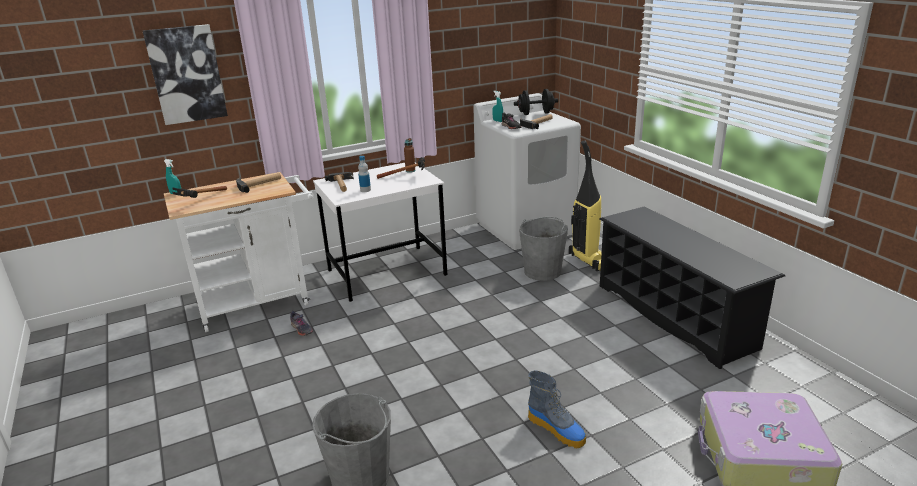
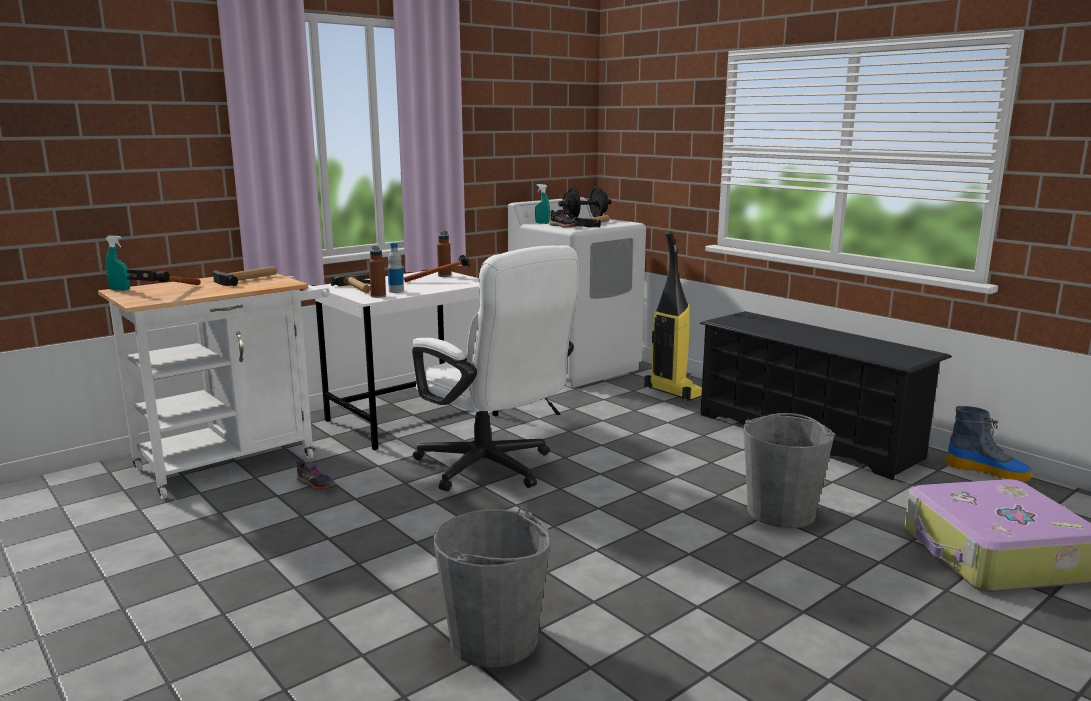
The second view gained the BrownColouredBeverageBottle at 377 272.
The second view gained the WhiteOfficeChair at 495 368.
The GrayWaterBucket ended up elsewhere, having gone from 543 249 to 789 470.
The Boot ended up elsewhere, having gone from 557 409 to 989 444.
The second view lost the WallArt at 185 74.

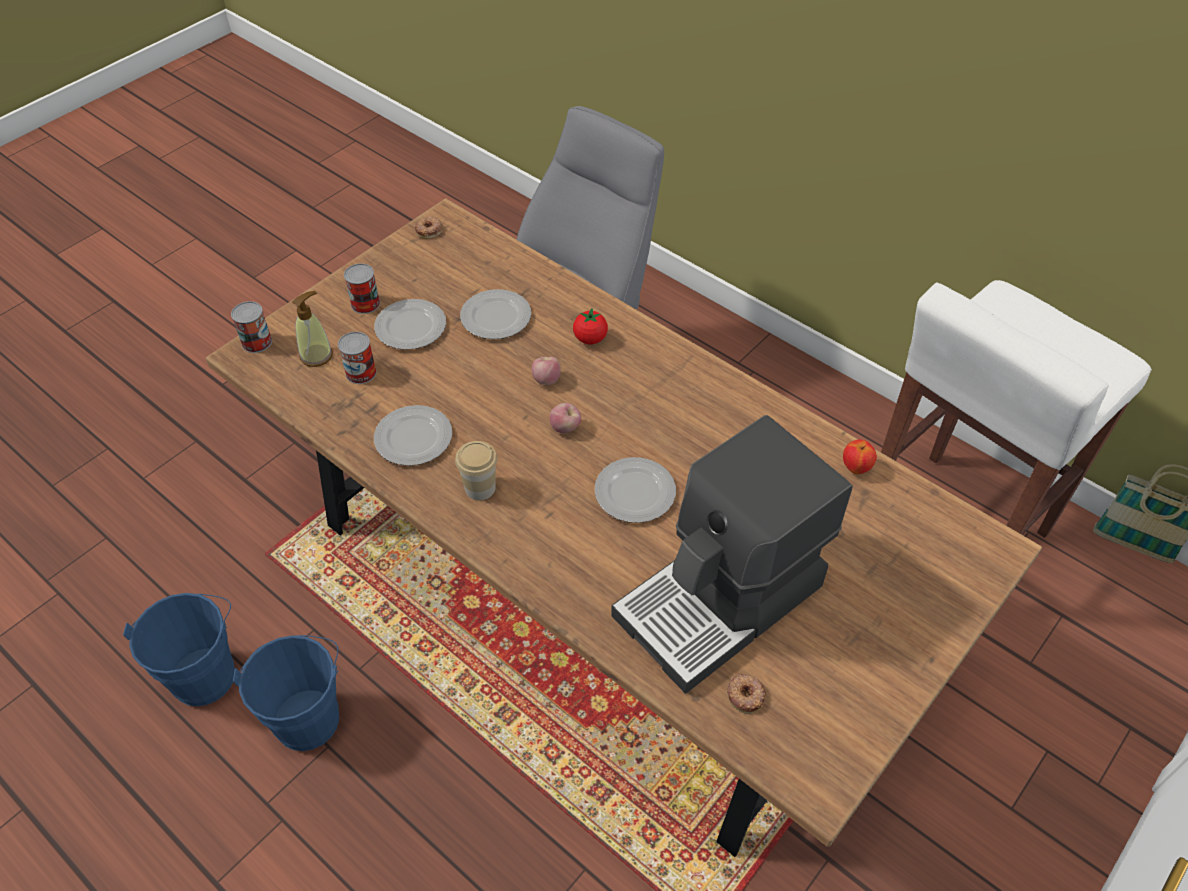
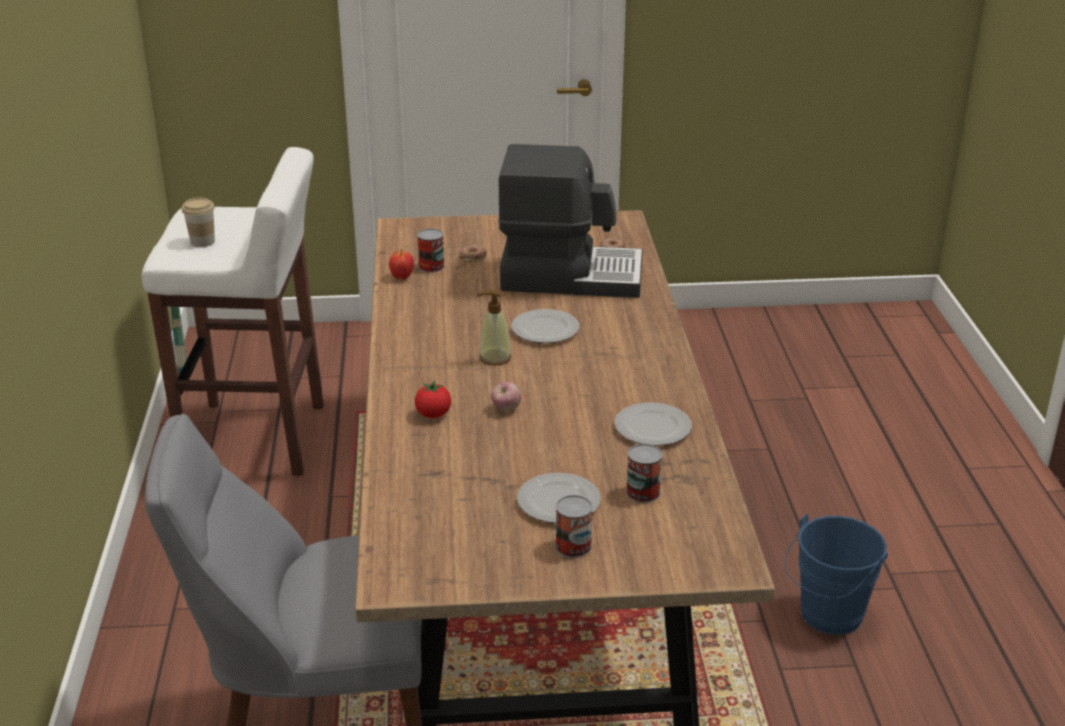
The SmallCup ended up elsewhere, having gone from 476 470 to 198 222.
The Can ended up elsewhere, having gone from 251 327 to 431 250.
The Doughnut ended up elsewhere, having gone from 429 228 to 473 253.
The LiquidSoapBottle ended up elsewhere, having gone from 312 329 to 494 328.
The second view lost the BlueWaterBucket at 179 649.
The second view lost the FlatDish at 495 314.
The second view lost the AppleFruit at 565 418.

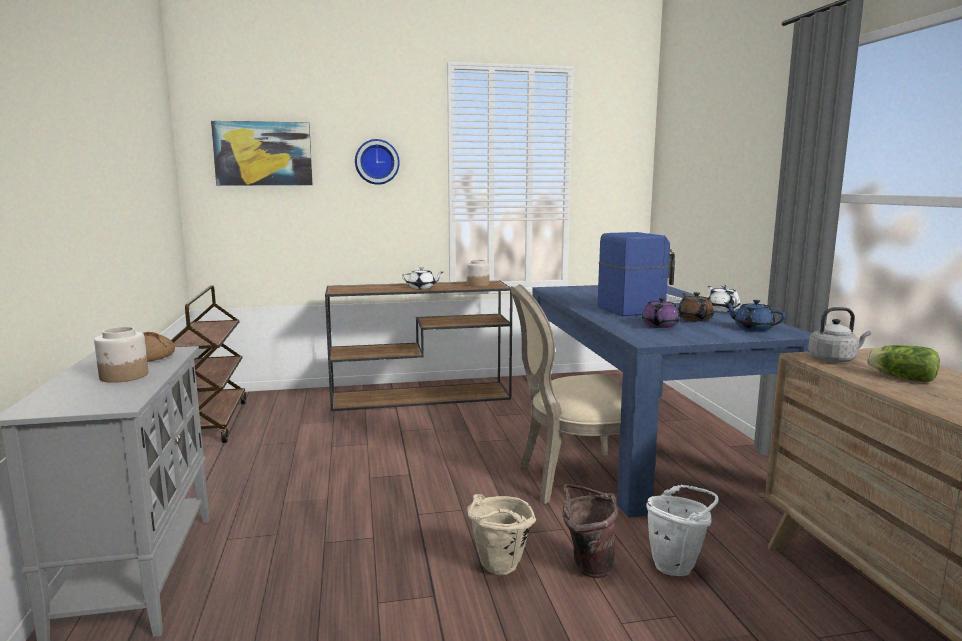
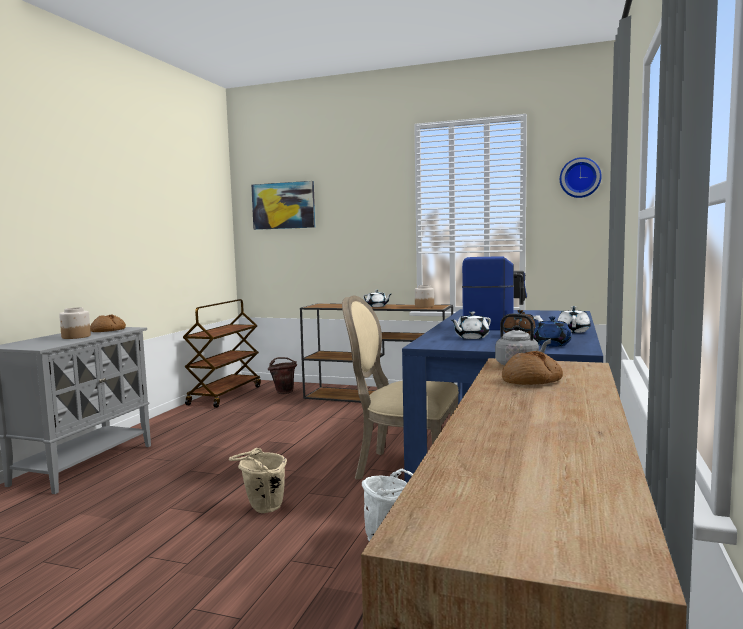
The BrownColouredWaterBucket ended up elsewhere, having gone from 590 531 to 282 375.
What was the PurplishTeaPot at 661 312 turned into the WhiteTeaPot at 471 325.
Where the HeadOfLettuce stood at 903 364, the BakedBread came to stand at 532 368.
The HangingClock ended up elsewhere, having gone from 377 162 to 581 177.

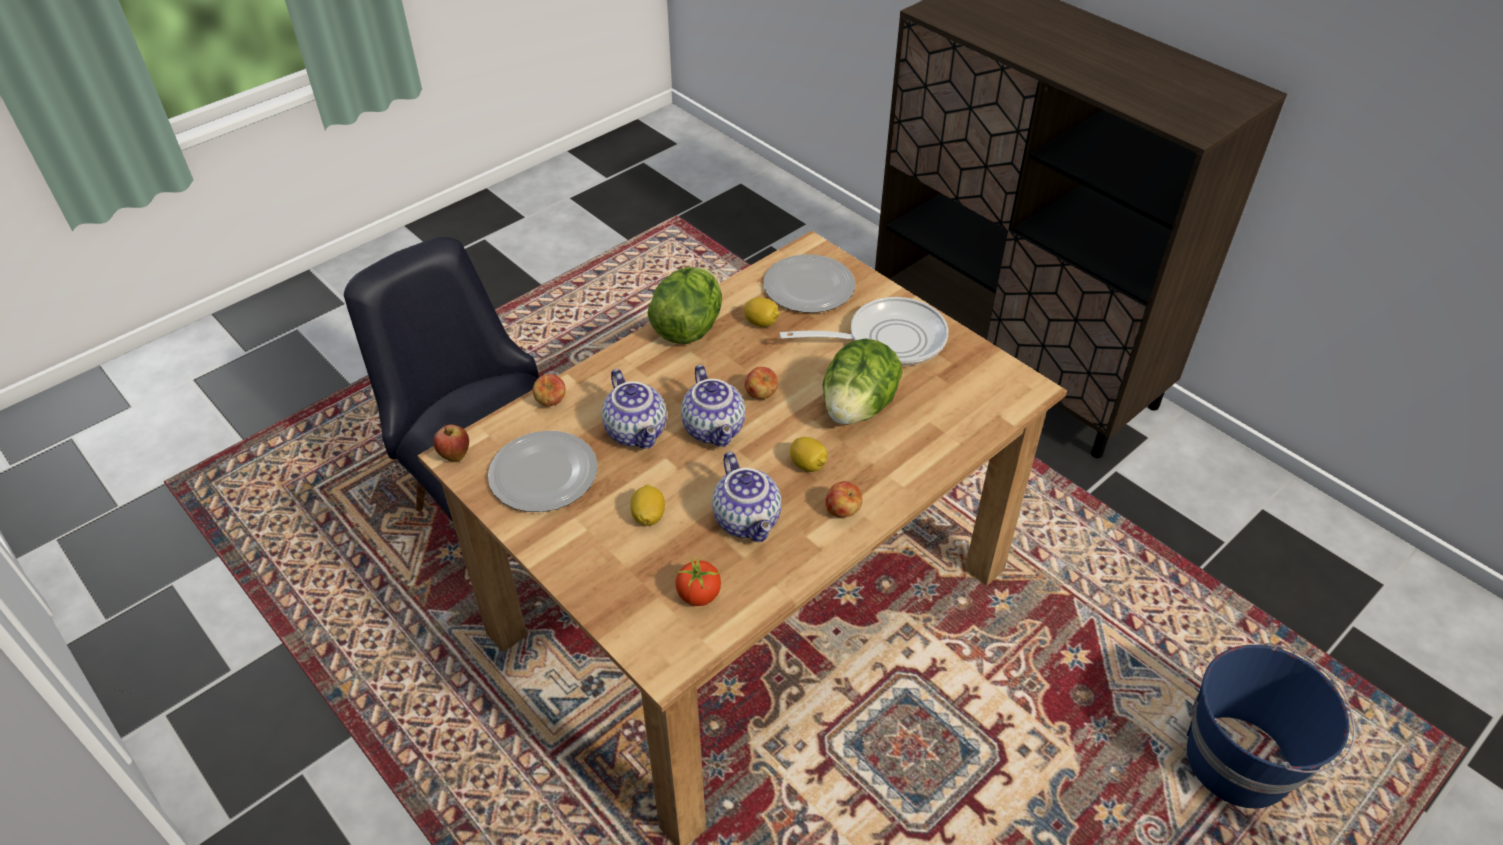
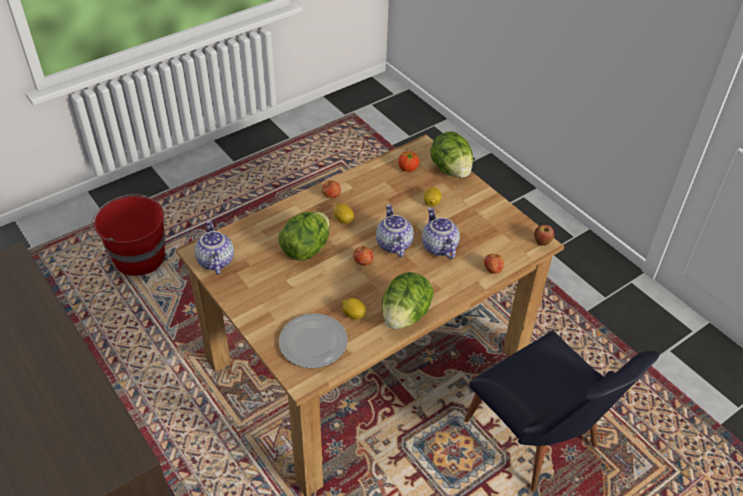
What was the BlueWaterBucket at 1271 725 turned into the RedColouredWaterBucket at 128 235.
The TeaPot ended up elsewhere, having gone from 747 497 to 214 247.
The second view gained the HeadOfLettuce at 452 154.
The second view lost the FlatDish at 543 471.
The second view lost the Skillet at 863 331.

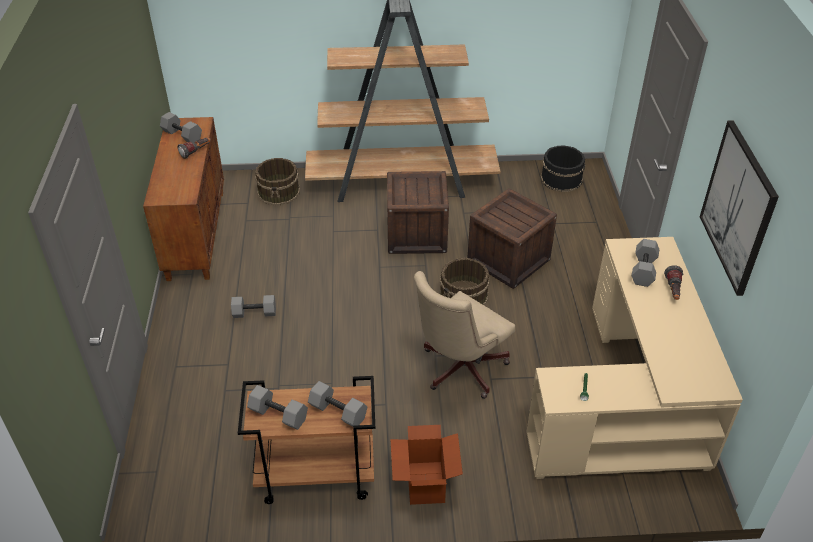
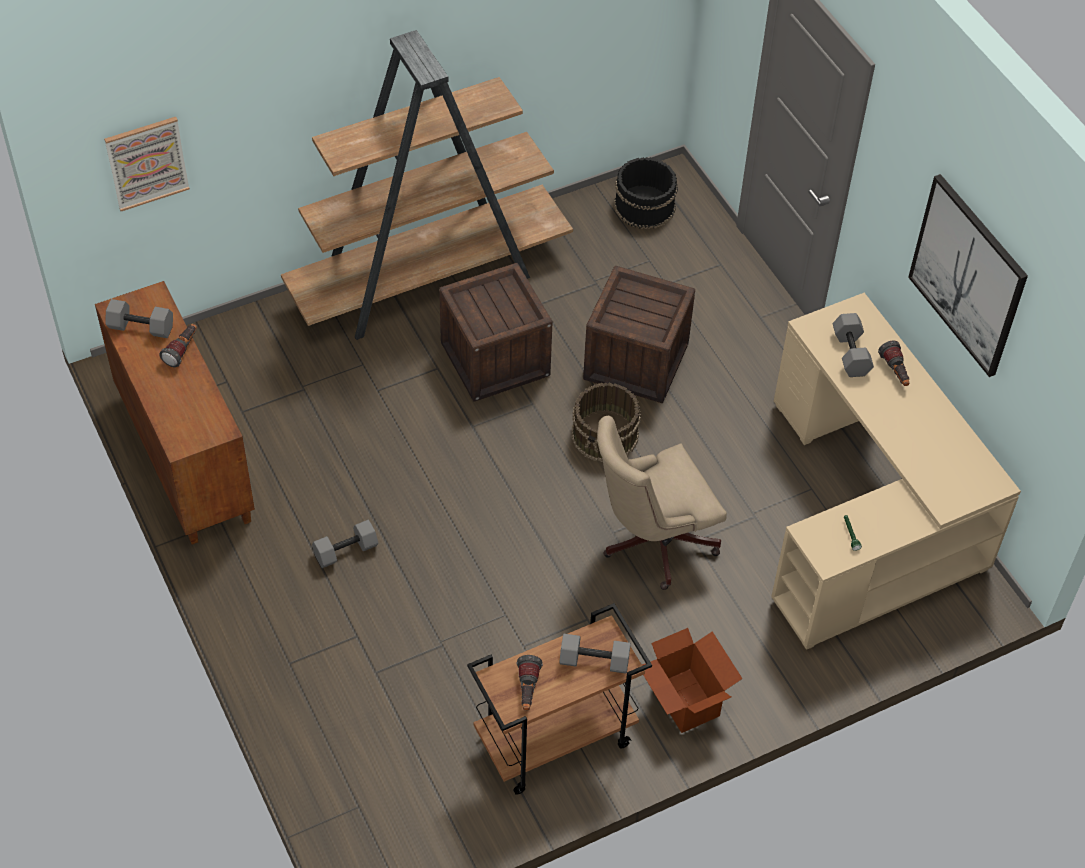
The second view gained the WallArt at 147 164.
Where the GrayHandWeight stood at 277 407, the HandTorch came to stand at 529 682.
The BeigeOfficeChair at 464 335 ended up facing another way, 45 degrees clockwise from before.
The second view lost the BrownColouredWaterBucket at 277 181.

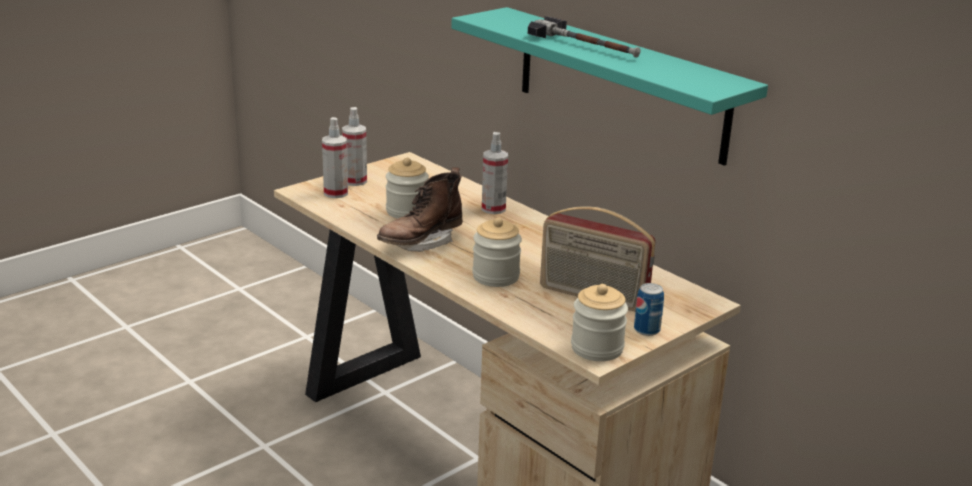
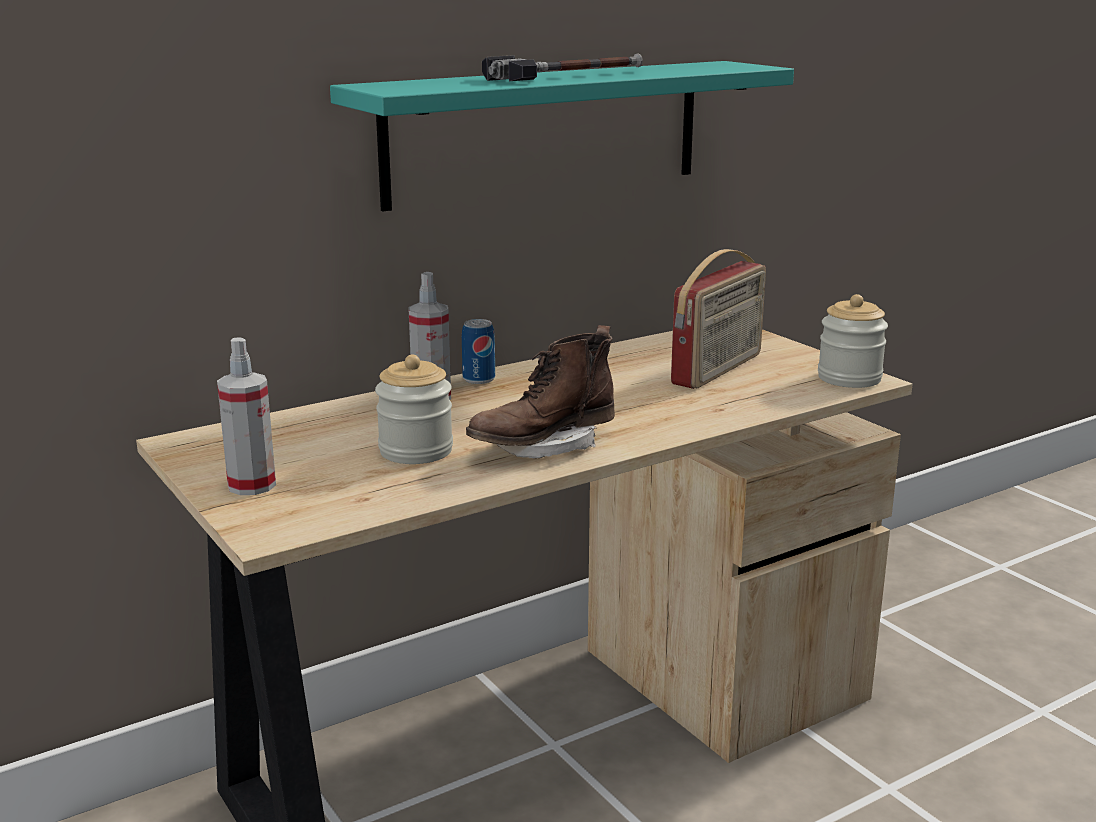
The Can ended up elsewhere, having gone from 649 309 to 478 351.
The BrownColouredBoot at 420 209 ended up facing another way, 90 degrees clockwise from before.
The second view lost the SprayBottle at 335 157.
The second view lost the StorageJar at 497 252.

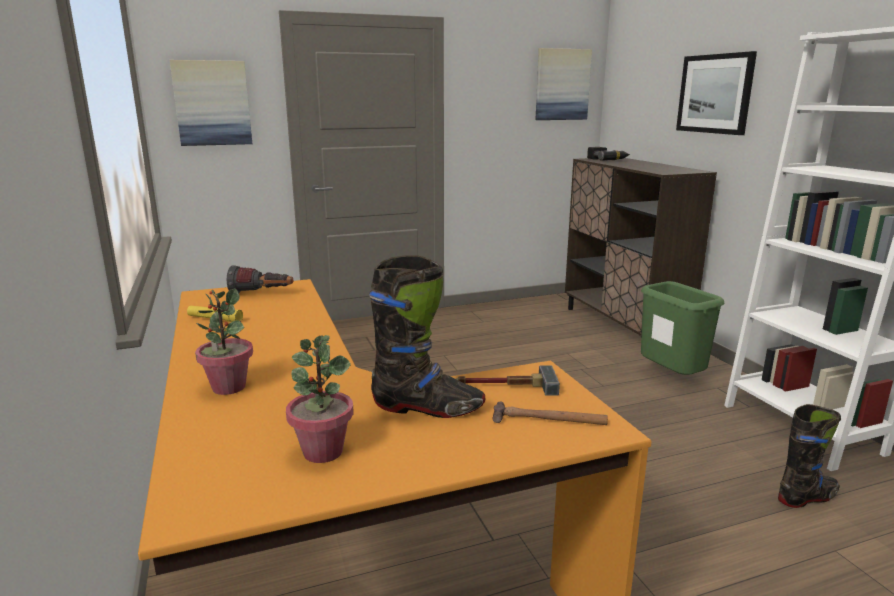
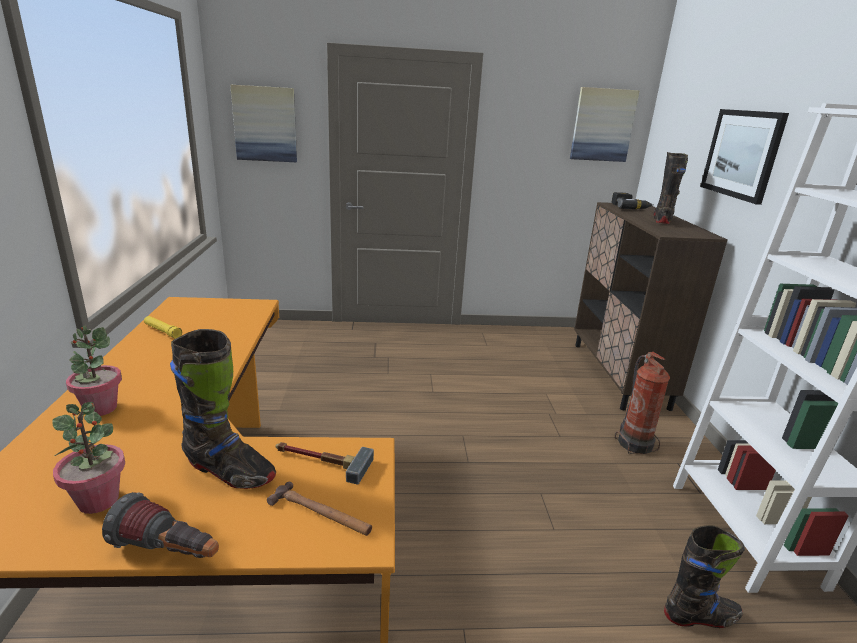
The HandTorch ended up elsewhere, having gone from 260 279 to 160 525.
Where the GreenWasteBin stood at 682 328, the FireFightingCylinder came to stand at 642 403.
The second view gained the BlackBoot at 670 188.

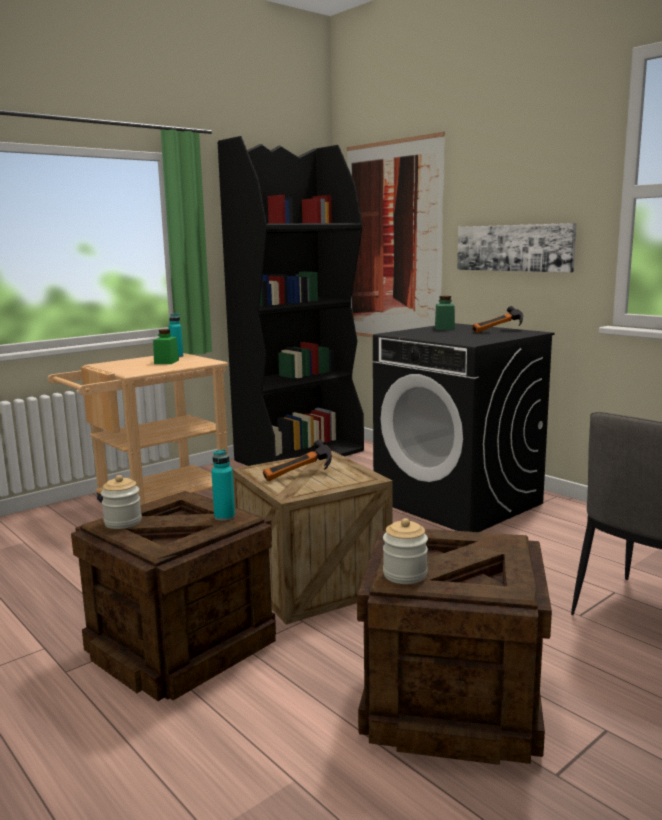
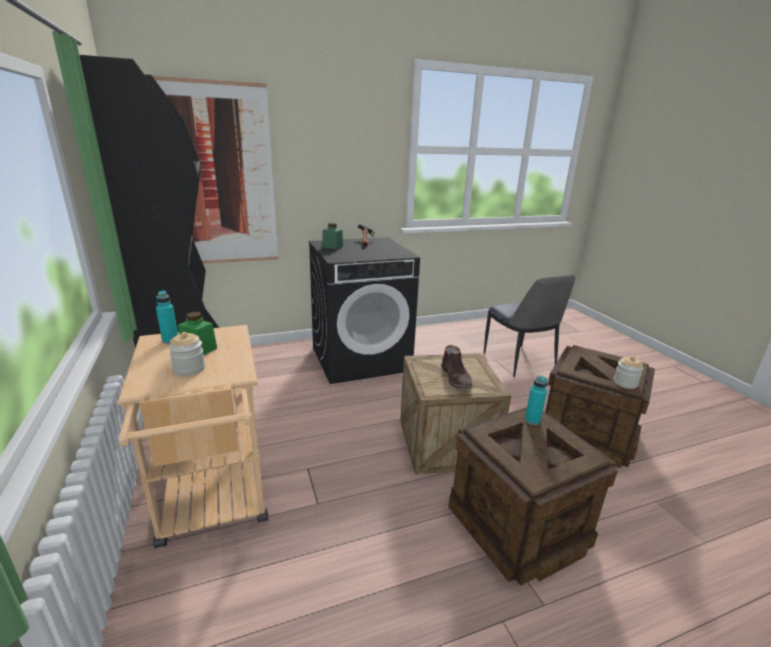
The StorageJar ended up elsewhere, having gone from 121 502 to 187 354.
Where the HandHammer stood at 297 460, the BrownColouredBoot came to stand at 457 367.
The second view lost the WallArt at 516 248.

